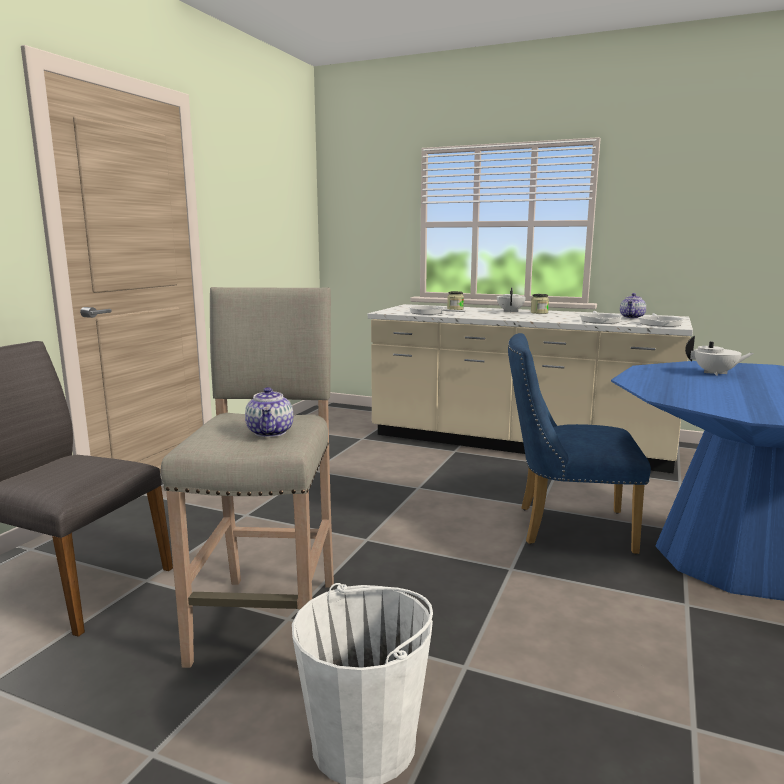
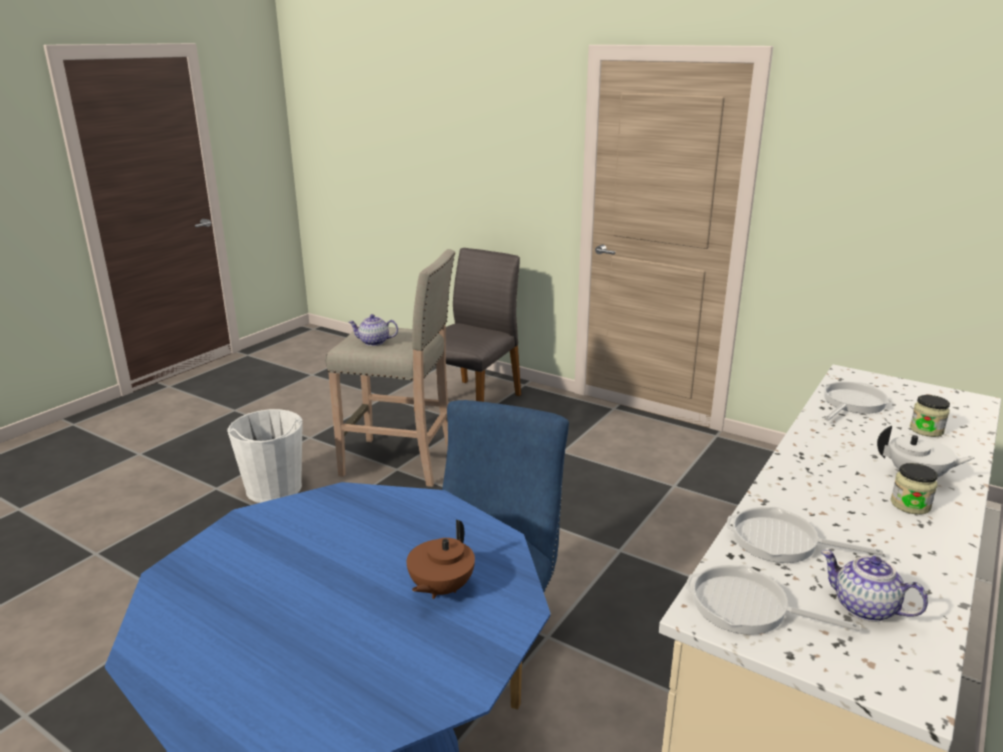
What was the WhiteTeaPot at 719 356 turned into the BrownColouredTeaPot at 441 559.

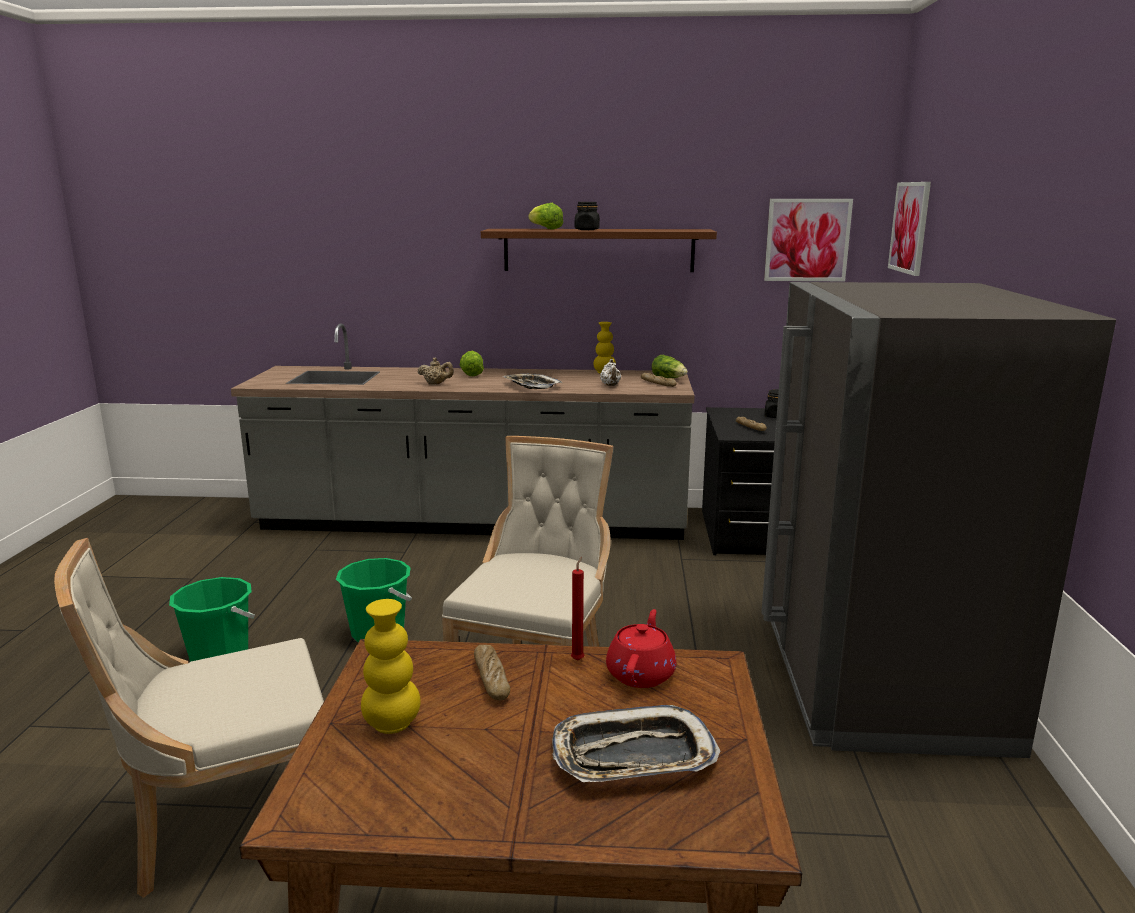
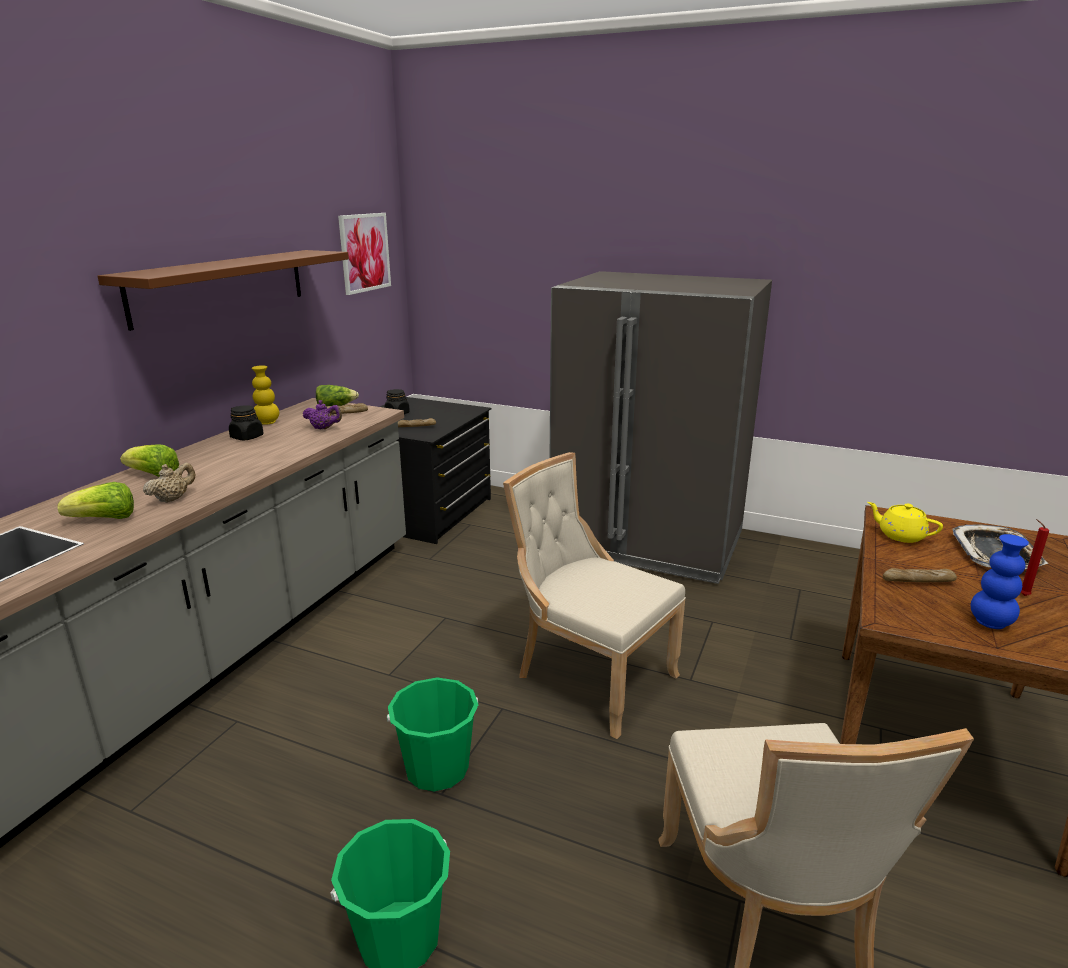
The HeadOfLettuce ended up elsewhere, having gone from 546 216 to 96 500.
The BlackStorageJar ended up elsewhere, having gone from 587 216 to 246 423.
What was the WhiteTeaPot at 610 372 turned into the PurplishTeaPot at 322 415.
What was the RedColouredTeaPot at 641 648 turned into the YellowTeaPot at 905 522.
What was the YellowVase at 391 666 turned into the BlueVase at 1000 581.
The RedColouredWaxLight ended up elsewhere, having gone from 577 609 to 1035 557.
The second view lost the Tray at 532 381.
The second view lost the WallArt at 909 229.

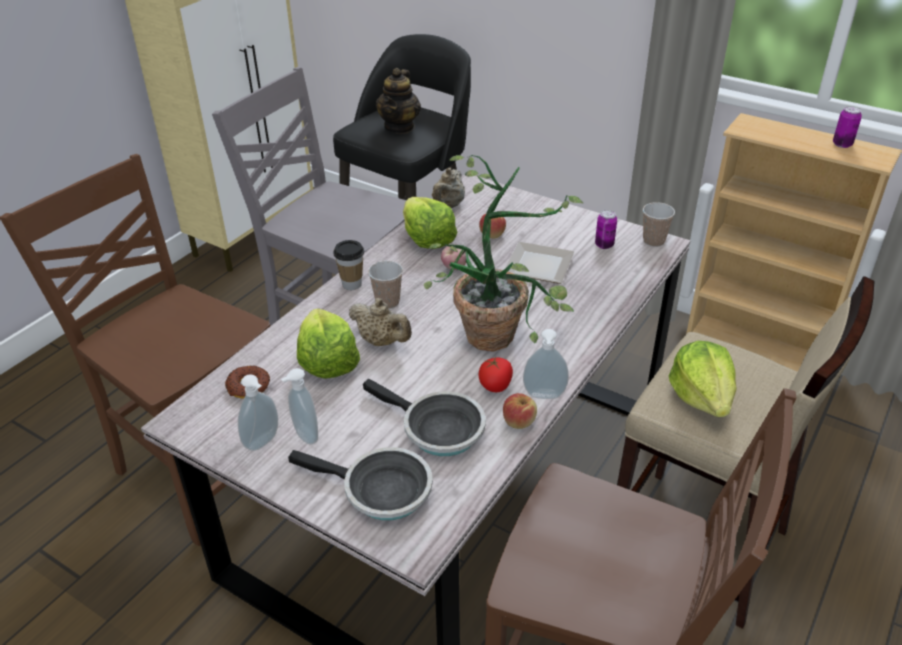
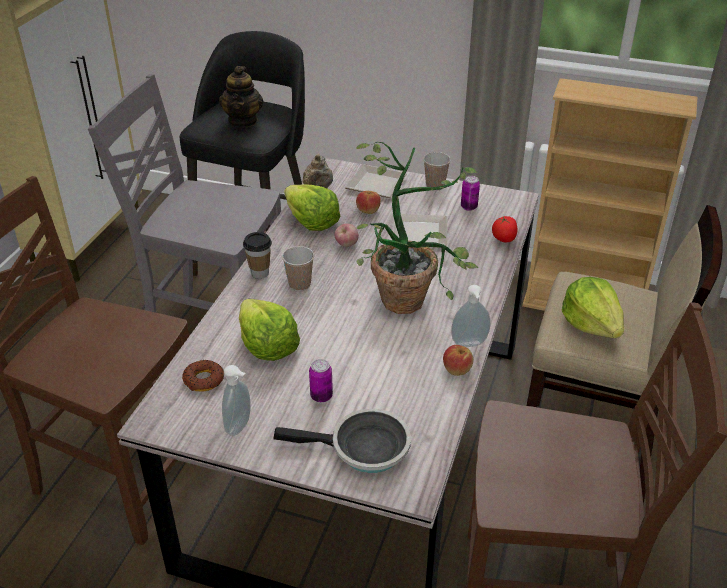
The Can ended up elsewhere, having gone from 847 127 to 321 380.
The second view gained the FlatDish at 376 181.
The SmallCup ended up elsewhere, having gone from 659 224 to 437 171.
The Tomato ended up elsewhere, having gone from 496 374 to 504 229.
The second view lost the LiquidSoapBottle at 299 406.
The second view lost the BeigeTeaPot at 380 322.
The second view lost the Skillet at 424 417.

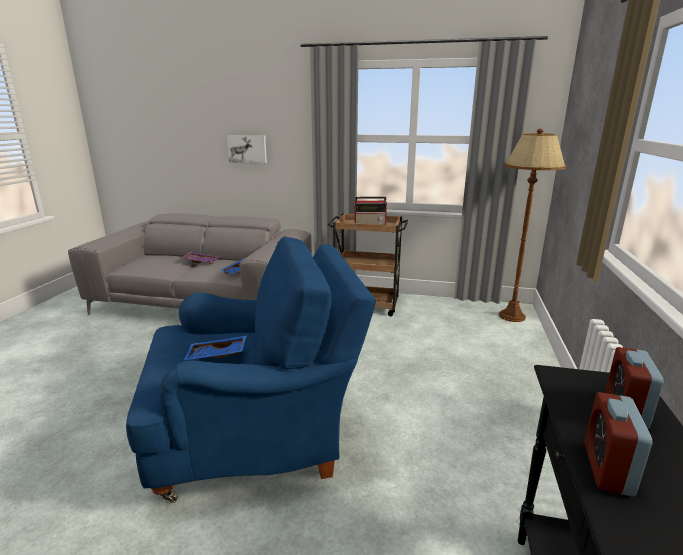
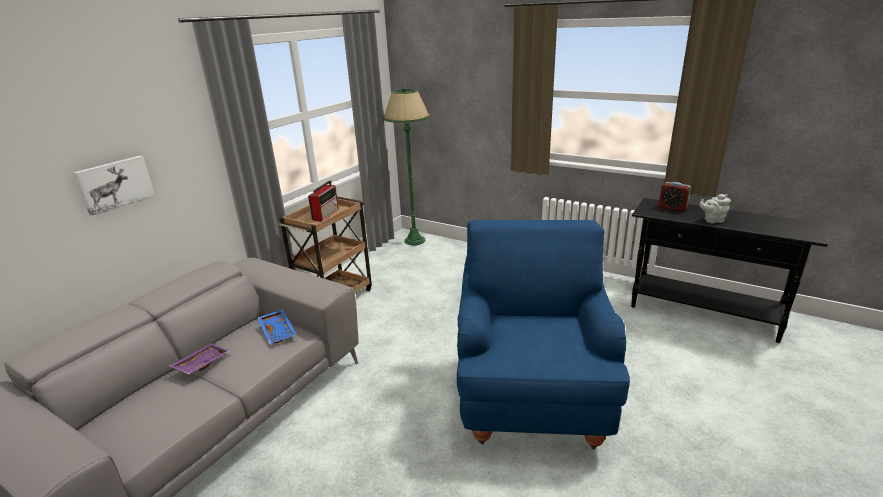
What was the BrownColouredStandardLamp at 533 225 turned into the GreenStandardLamp at 406 166.
Where the BedsideClock stood at 619 444, the GrayTeaPot came to stand at 715 208.
The second view lost the BlueTray at 215 347.

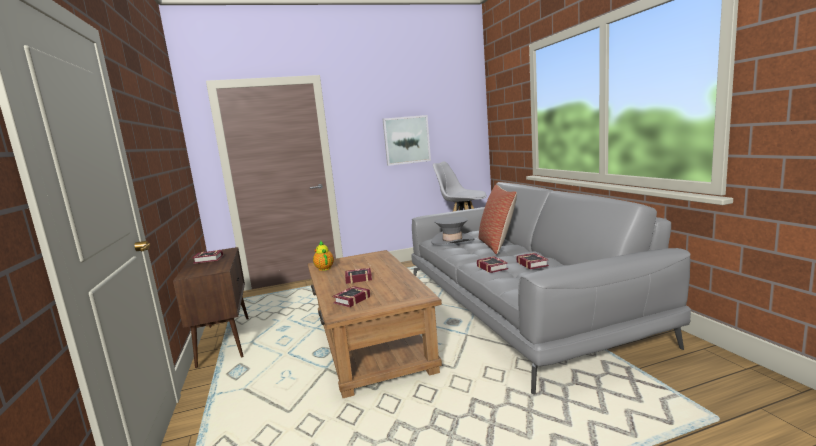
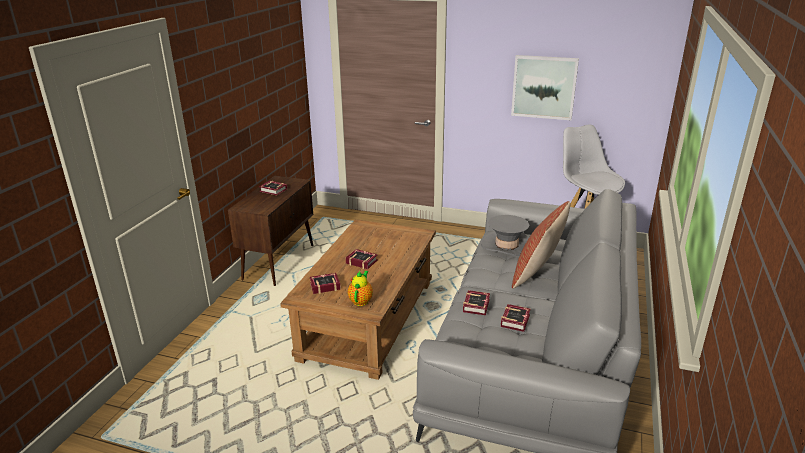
The TeaPot ended up elsewhere, having gone from 323 256 to 360 288.

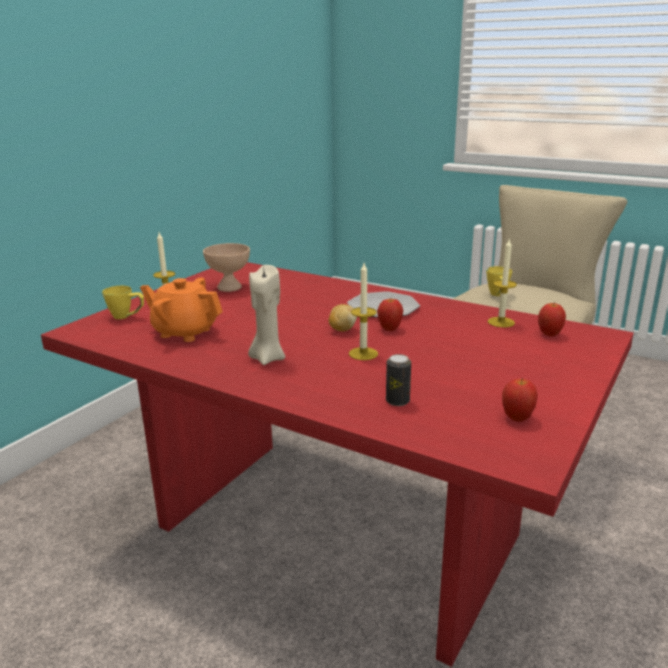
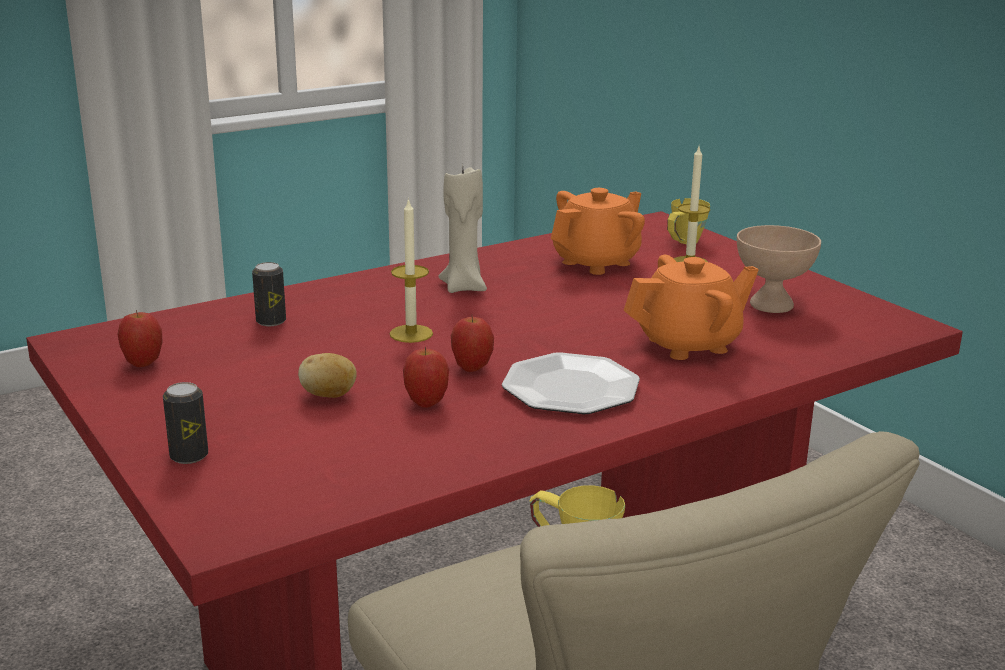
The second view gained the Can at 185 423.
The Potato ended up elsewhere, having gone from 343 317 to 327 375.
The AppleFruit ended up elsewhere, having gone from 552 320 to 426 377.
The second view gained the OrangeColouredTeaPot at 691 307.
The second view lost the WaxLight at 502 283.

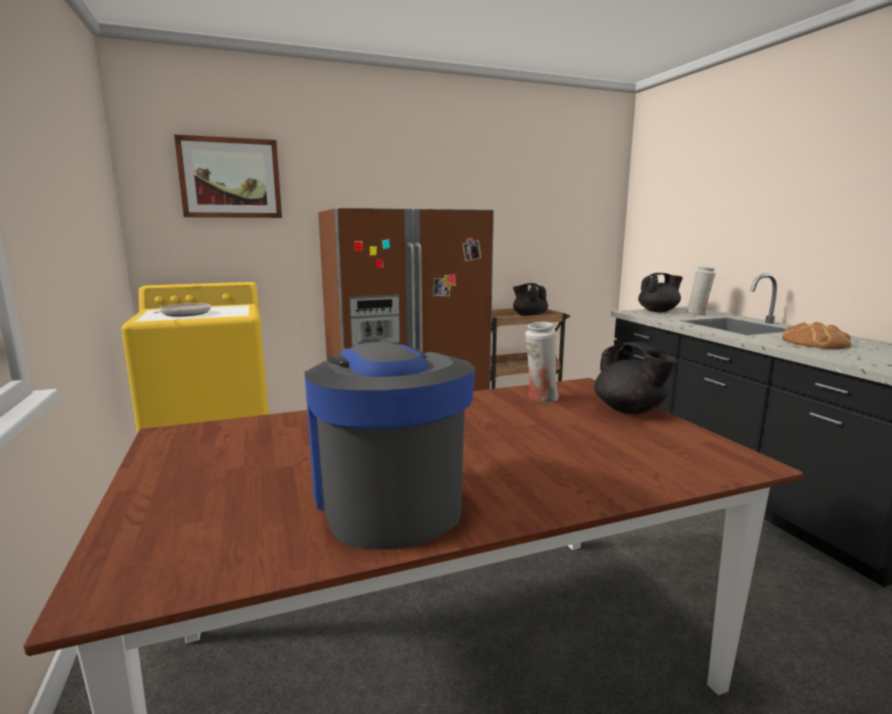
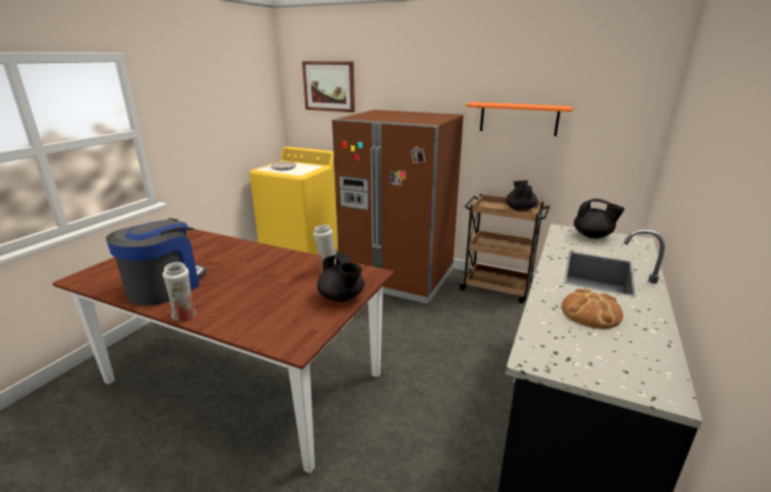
The WhiteVase ended up elsewhere, having gone from 701 290 to 179 291.
The BlackTeaPot at 636 378 ended up facing another way, 45 degrees counterclockwise from before.
The second view gained the OrangeColouredBracketShelf at 519 119.

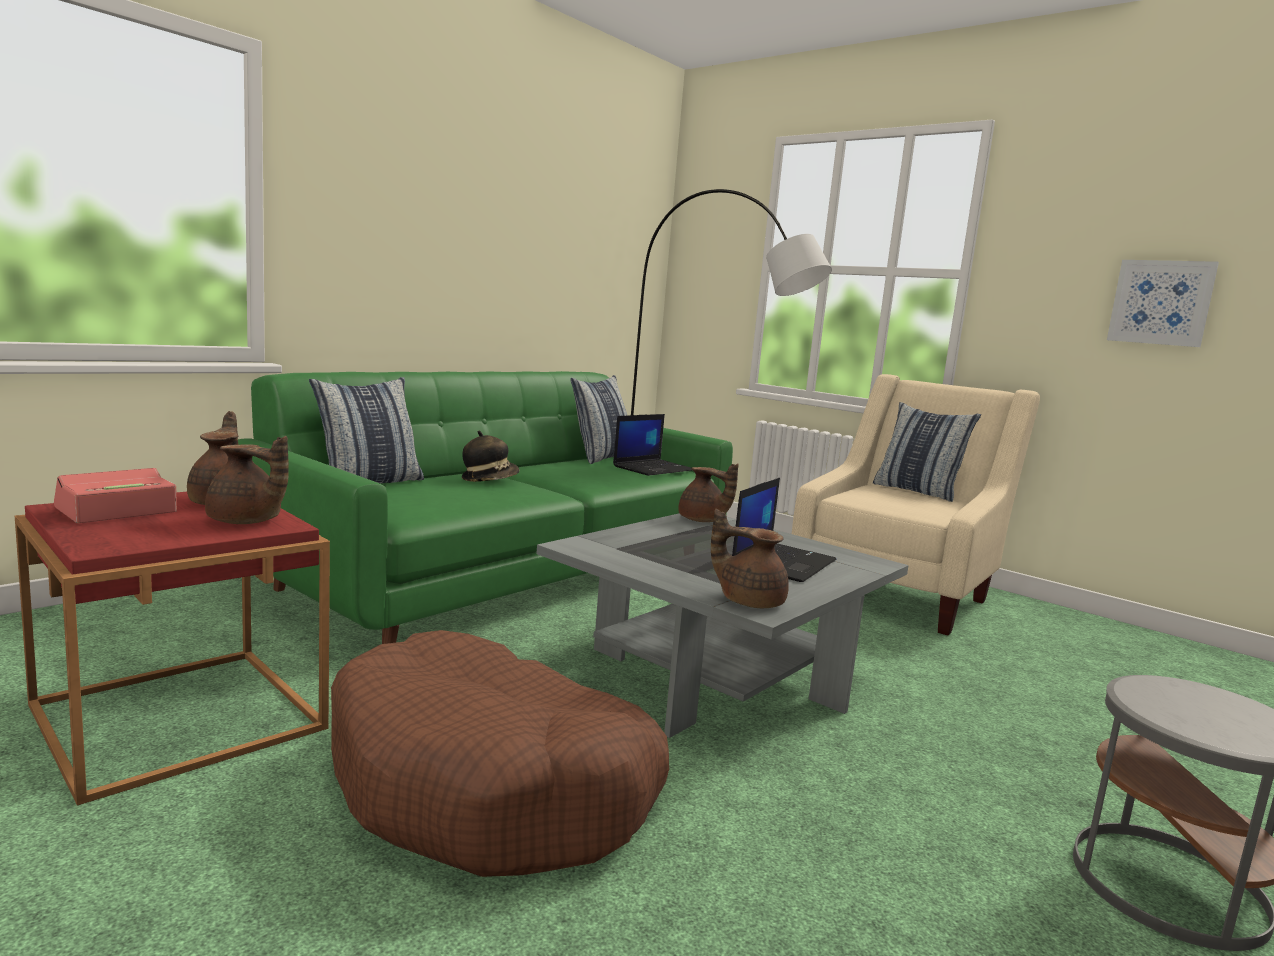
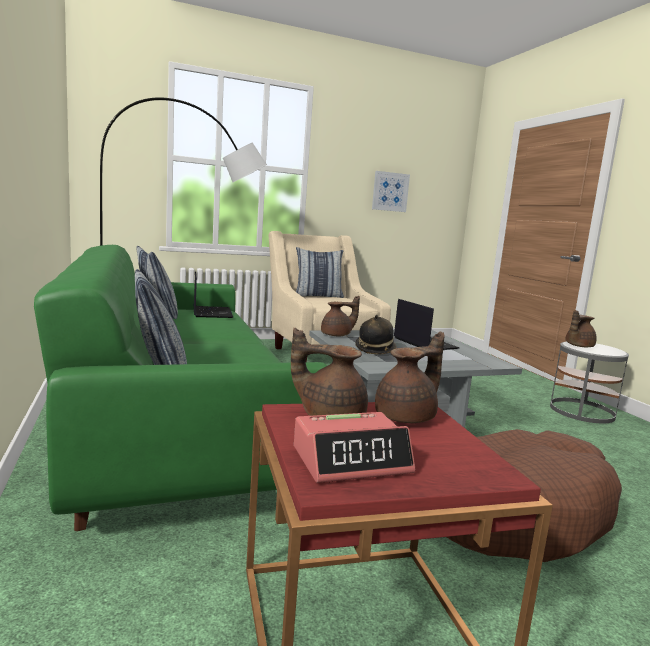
The BedsideClock at 115 495 ended up facing another way, 90 degrees counterclockwise from before.
The ClothingHat ended up elsewhere, having gone from 490 456 to 376 334.
The BrownColouredTeaPot ended up elsewhere, having gone from 750 558 to 581 328.

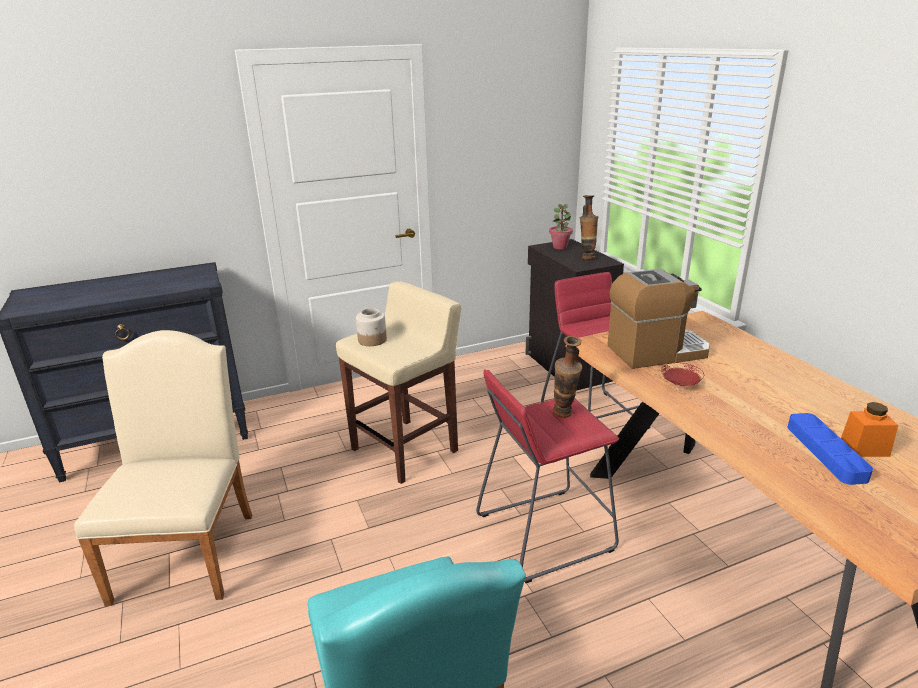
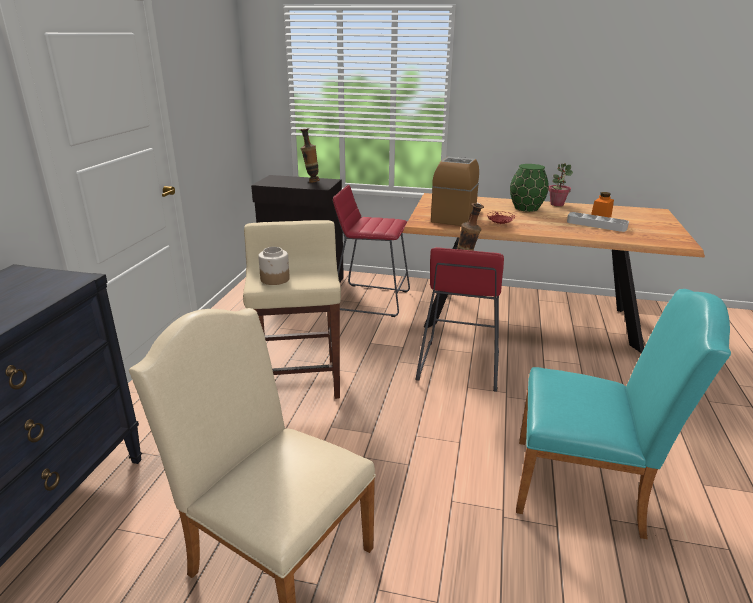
The second view gained the GreenVase at 529 188.
The PlantInAPot ended up elsewhere, having gone from 561 226 to 560 184.
What was the BlueTray at 830 449 turned into the GrayTray at 598 222.

